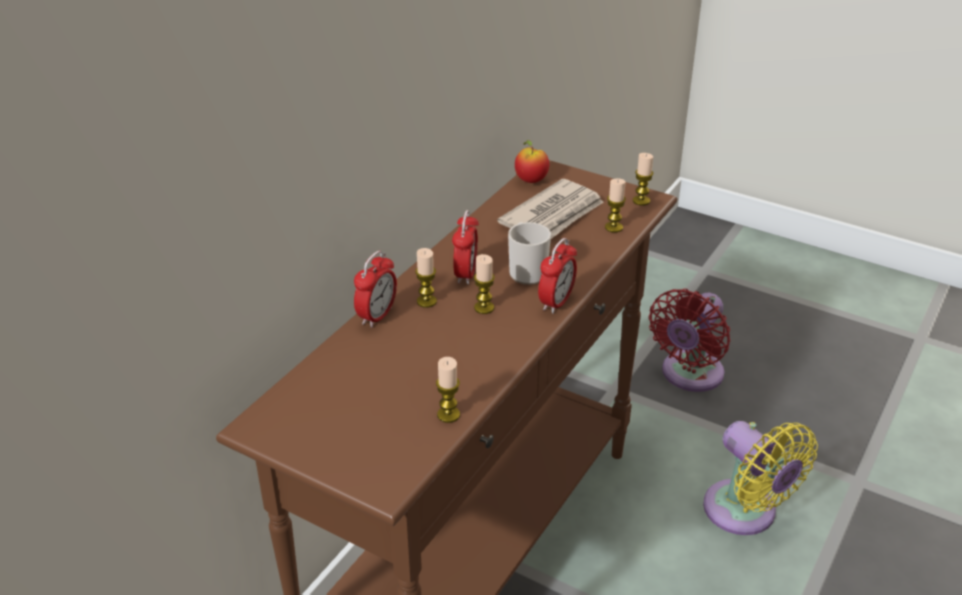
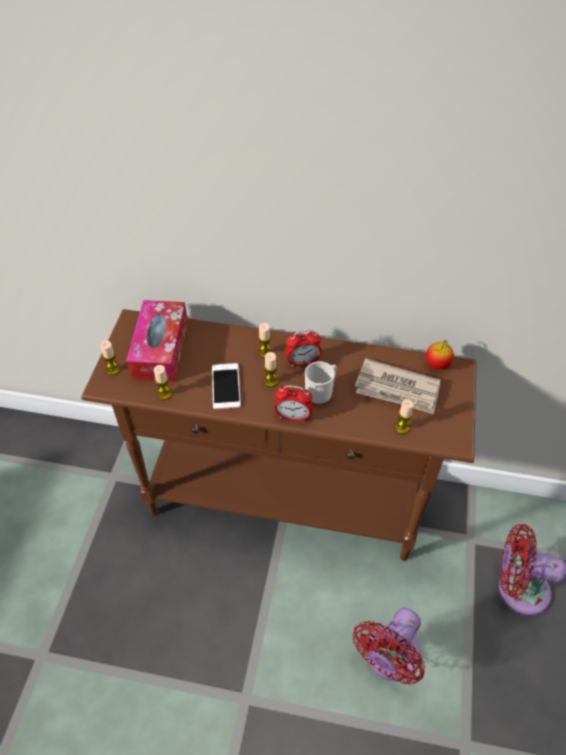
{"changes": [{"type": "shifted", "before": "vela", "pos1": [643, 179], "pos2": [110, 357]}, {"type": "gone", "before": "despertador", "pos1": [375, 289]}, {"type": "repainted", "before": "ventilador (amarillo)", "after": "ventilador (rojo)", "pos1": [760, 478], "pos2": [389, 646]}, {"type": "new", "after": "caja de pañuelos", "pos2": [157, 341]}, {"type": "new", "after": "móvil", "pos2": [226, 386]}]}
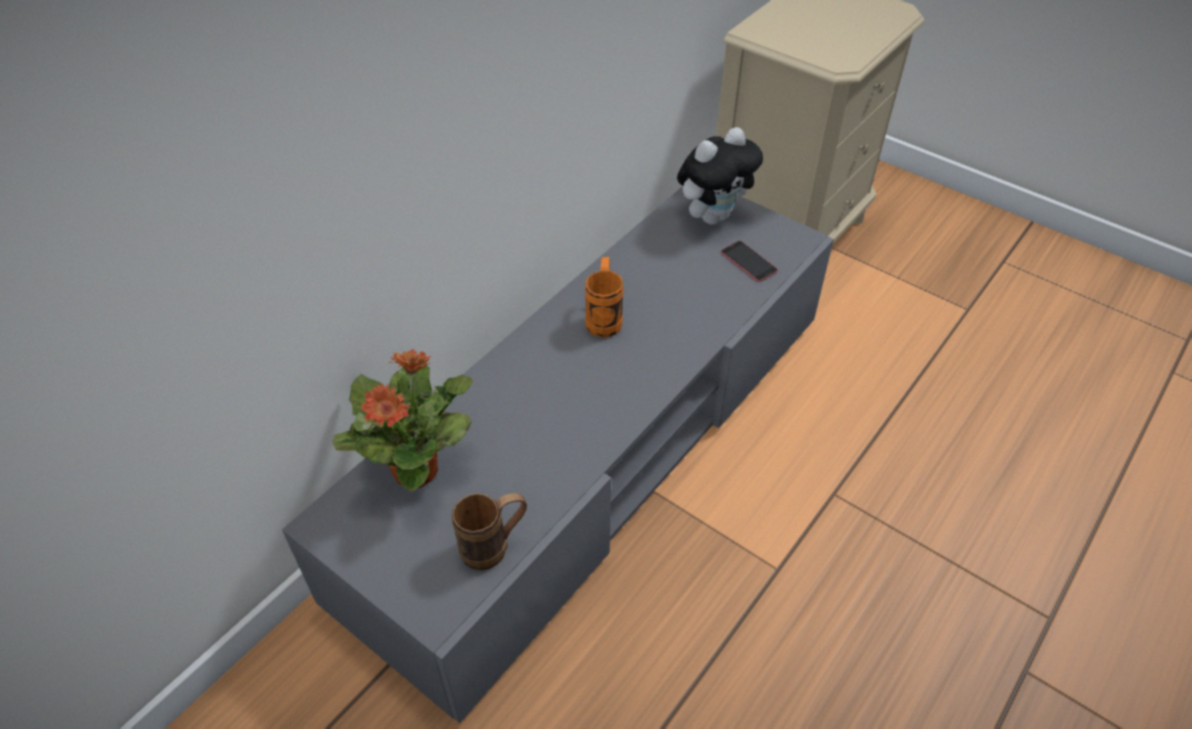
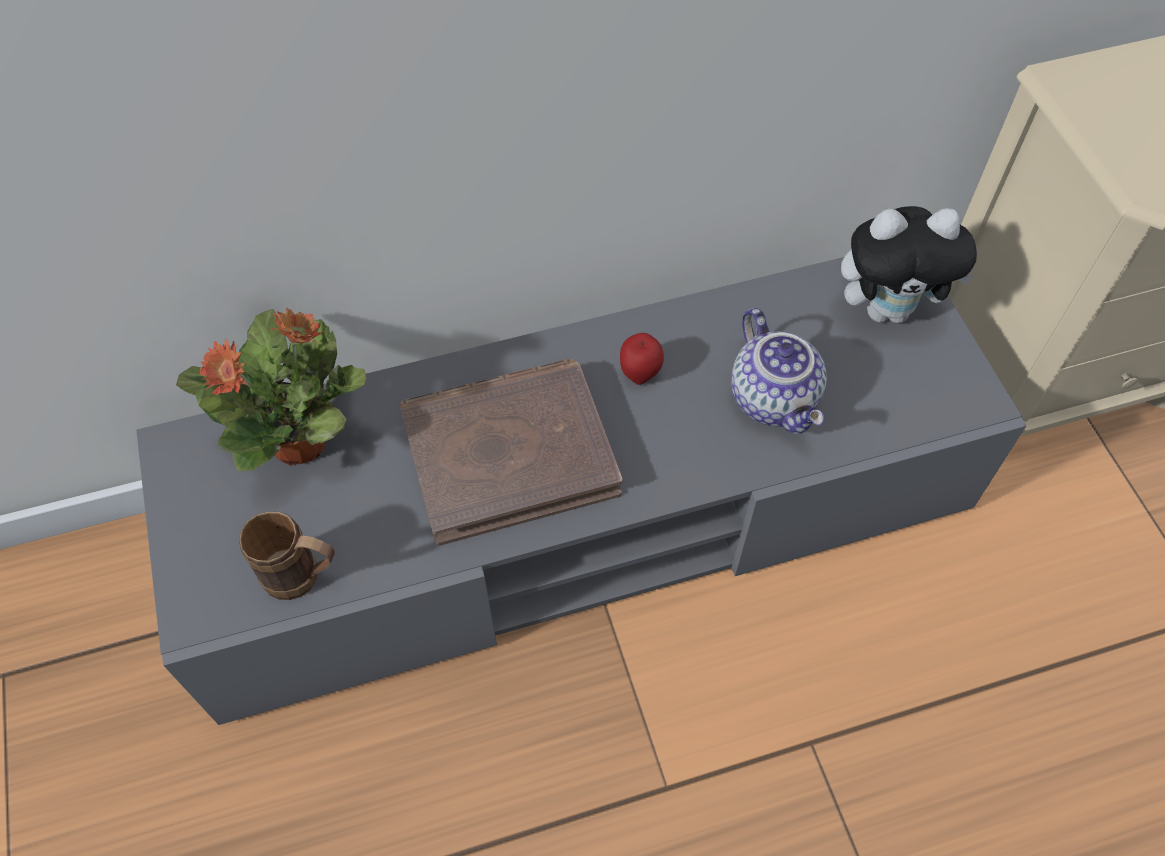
{"changes": [{"type": "gone", "before": "móvil", "pos1": [749, 261]}, {"type": "swapped", "before": "taza grande (naranja)", "after": "manzana", "pos1": [604, 297], "pos2": [642, 359]}, {"type": "new", "after": "tetera", "pos2": [779, 371]}, {"type": "new", "after": "libro (marrón)", "pos2": [511, 452]}]}
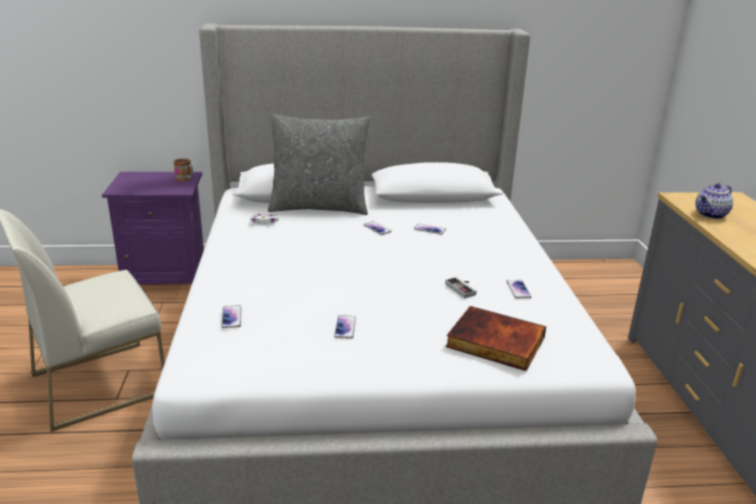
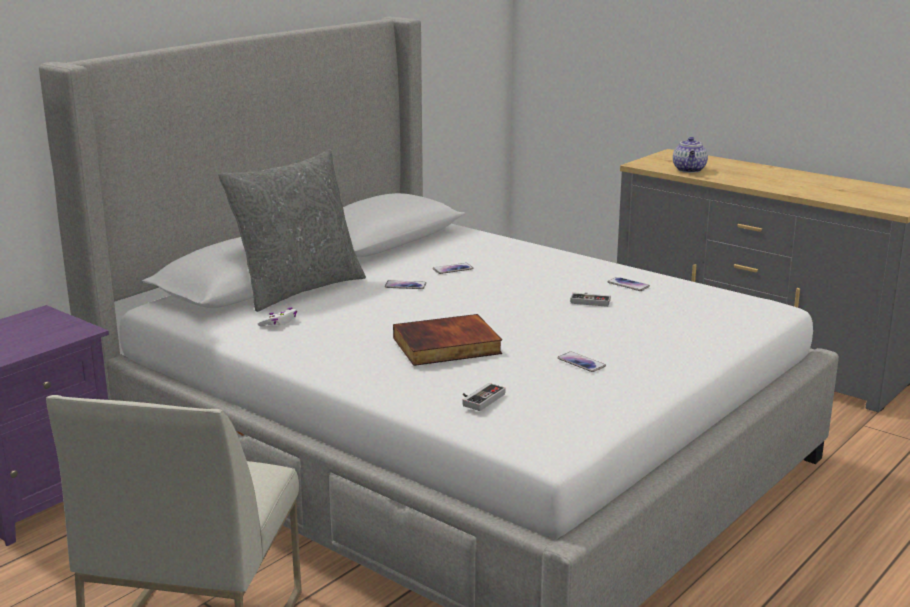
{"changes": [{"type": "gone", "before": "taza grande", "pos1": [183, 169]}, {"type": "swapped", "before": "móvil", "after": "mando de consola", "pos1": [231, 317], "pos2": [483, 397]}, {"type": "shifted", "before": "libro", "pos1": [496, 338], "pos2": [447, 340]}]}
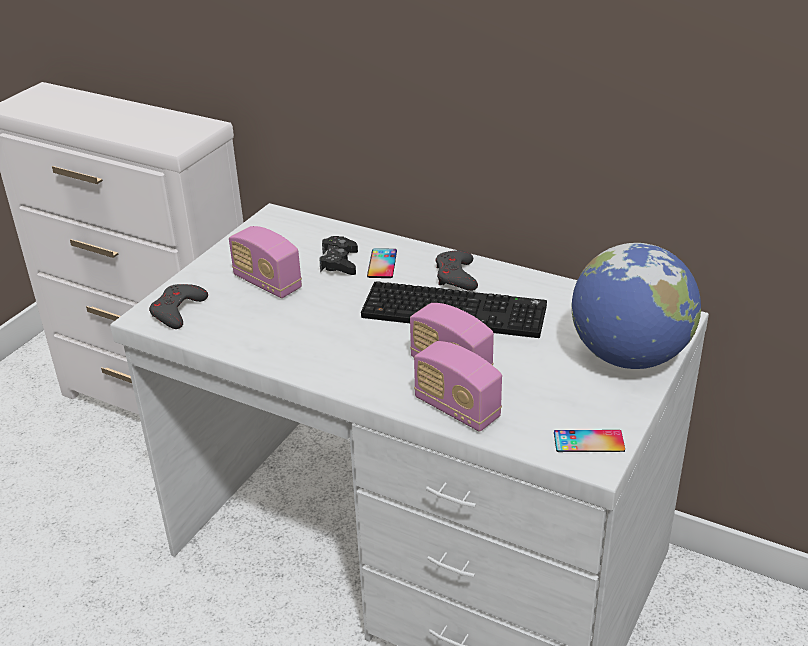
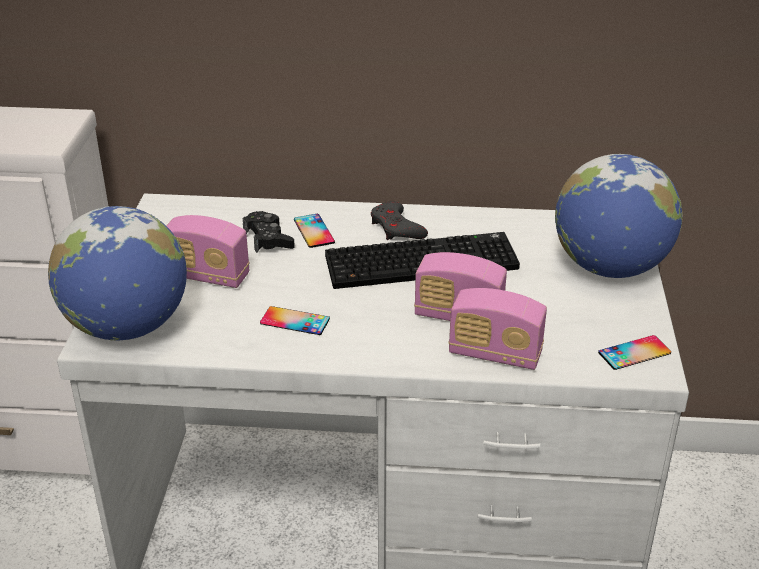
{"changes": [{"type": "swapped", "before": "mando de consola (gris)", "after": "globo terráqueo", "pos1": [178, 306], "pos2": [117, 273]}, {"type": "new", "after": "móvil", "pos2": [295, 320]}]}
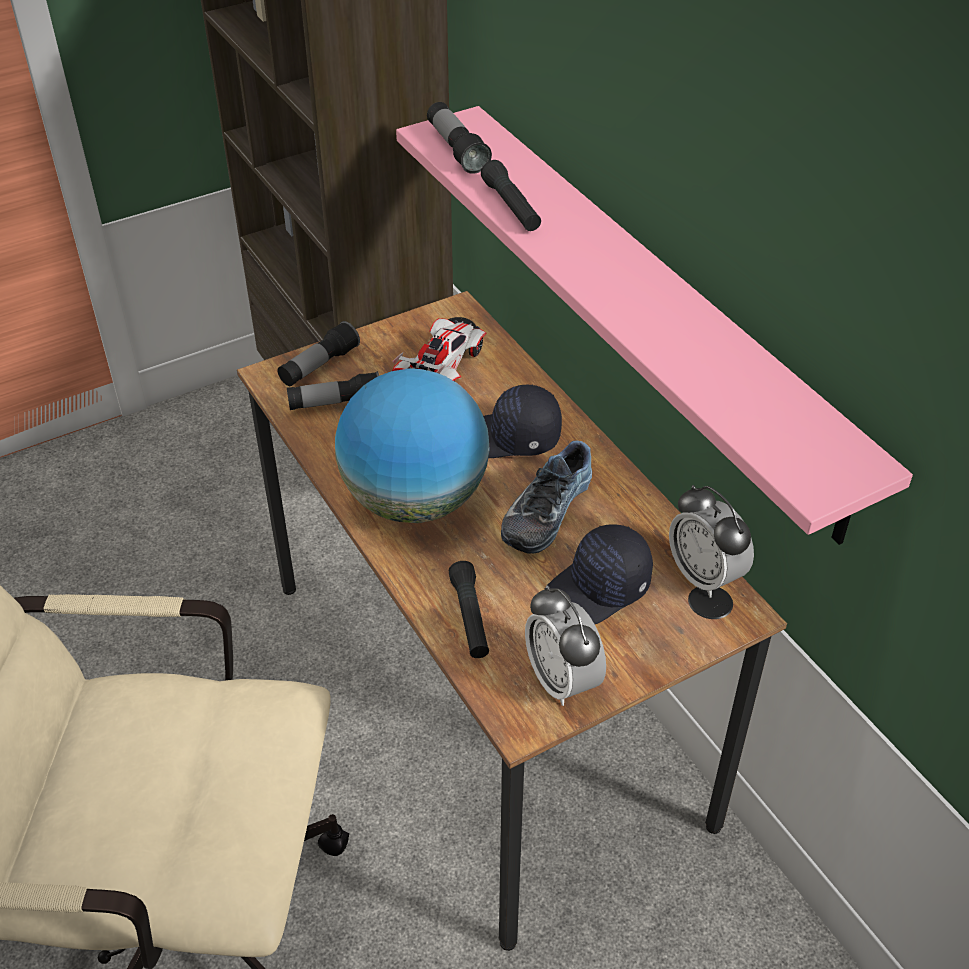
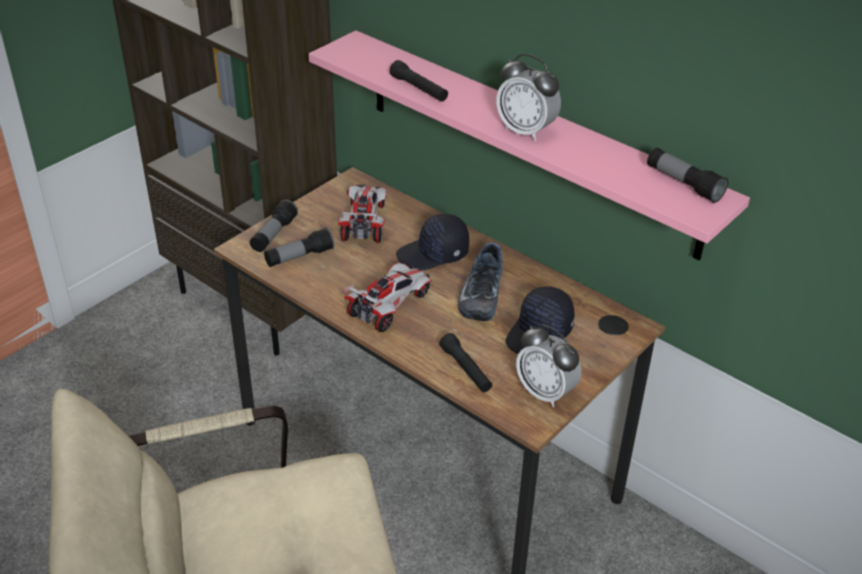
{"changes": [{"type": "shifted", "before": "linterna", "pos1": [459, 138], "pos2": [688, 175]}, {"type": "swapped", "before": "globo terráqueo", "after": "coche de juguete", "pos1": [412, 445], "pos2": [387, 297]}, {"type": "shifted", "before": "despertador", "pos1": [711, 541], "pos2": [528, 97]}]}
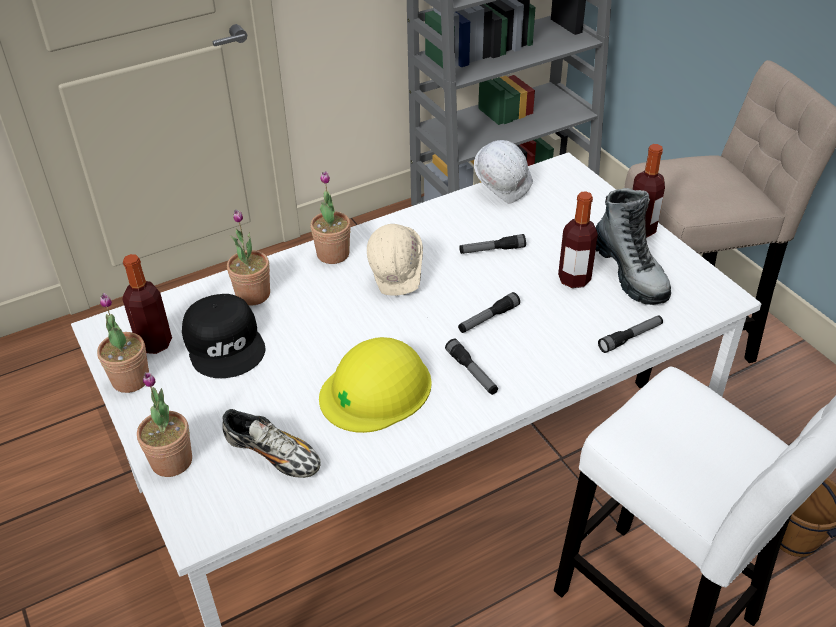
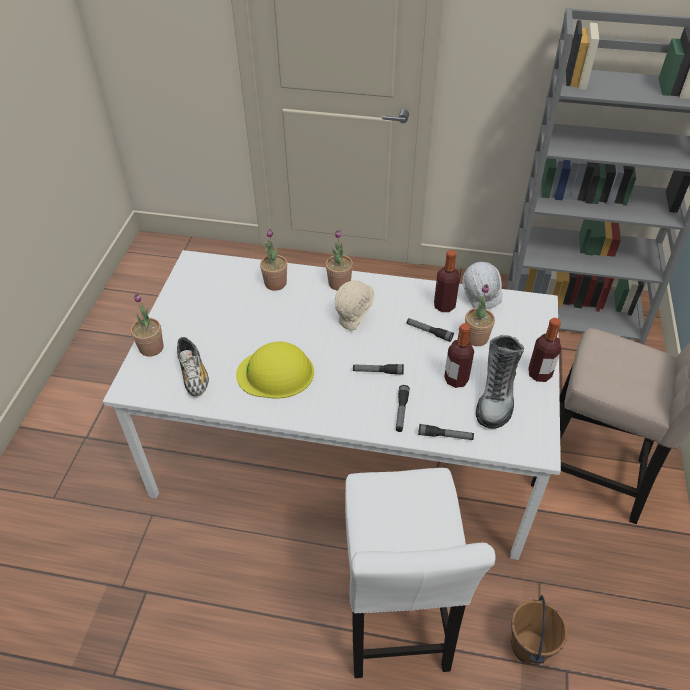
{"changes": [{"type": "shifted", "before": "botella", "pos1": [147, 304], "pos2": [447, 281]}, {"type": "shifted", "before": "planta en maceta", "pos1": [123, 343], "pos2": [480, 315]}, {"type": "gone", "before": "gorra (negro)", "pos1": [223, 336]}, {"type": "shifted", "before": "linterna", "pos1": [471, 367], "pos2": [403, 408]}]}
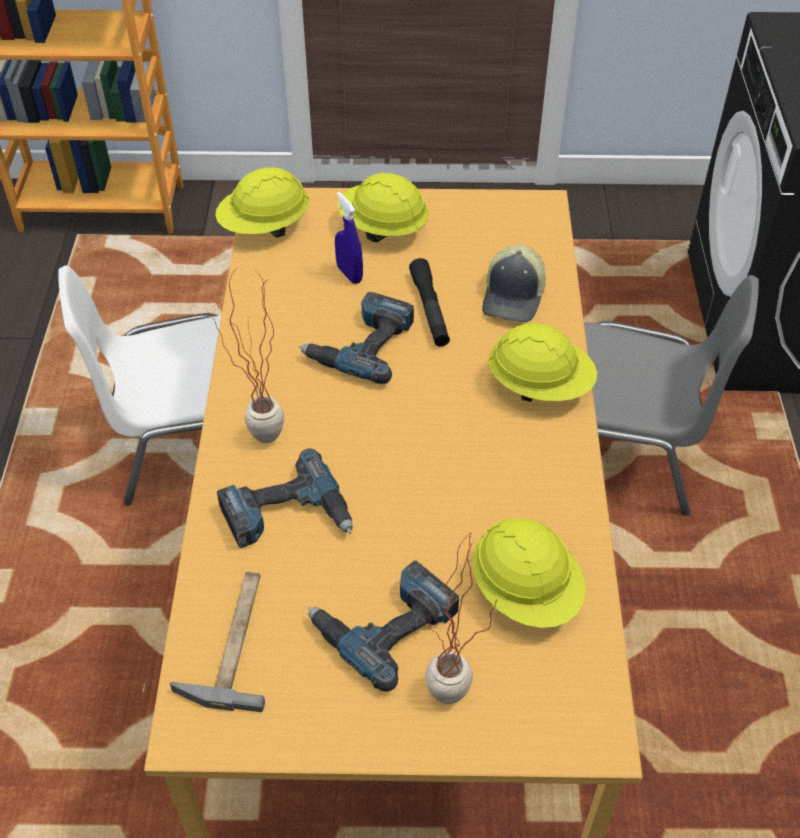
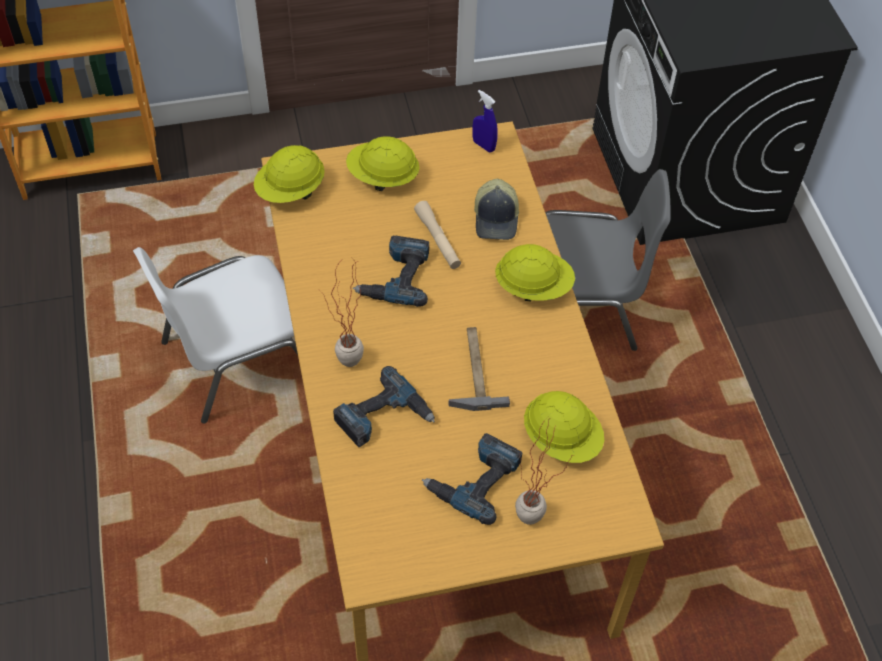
{"changes": [{"type": "shifted", "before": "pulverizador (azul)", "pos1": [349, 238], "pos2": [485, 121]}, {"type": "repainted", "before": "linterna (negro)", "after": "linterna (beis)", "pos1": [429, 302], "pos2": [437, 235]}, {"type": "shifted", "before": "martillo", "pos1": [217, 642], "pos2": [479, 369]}]}
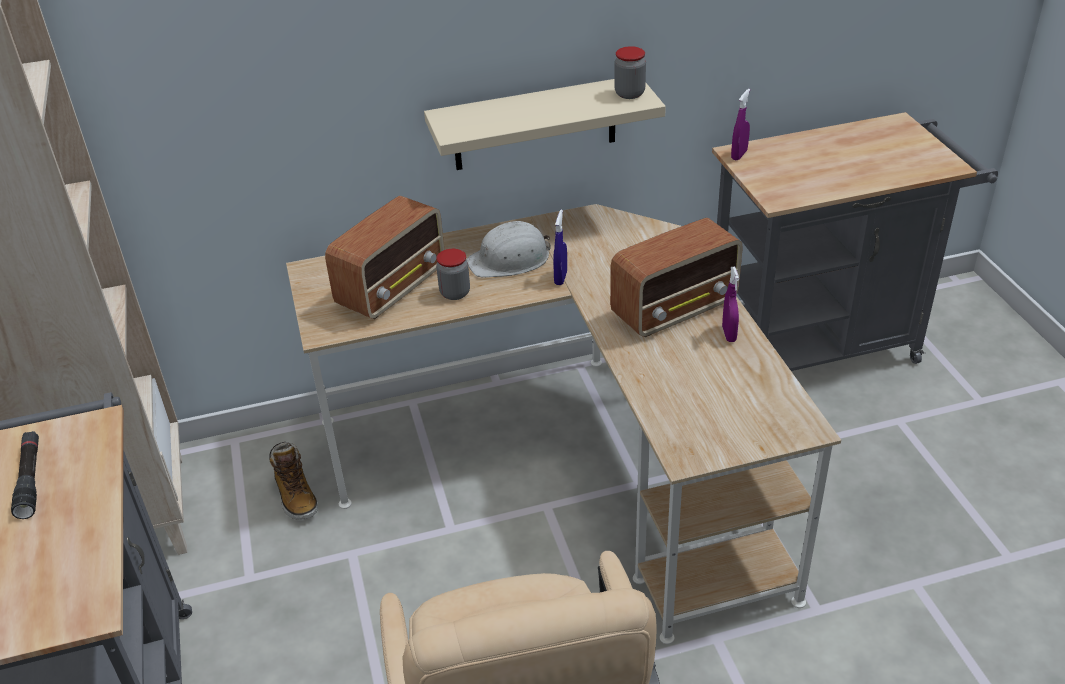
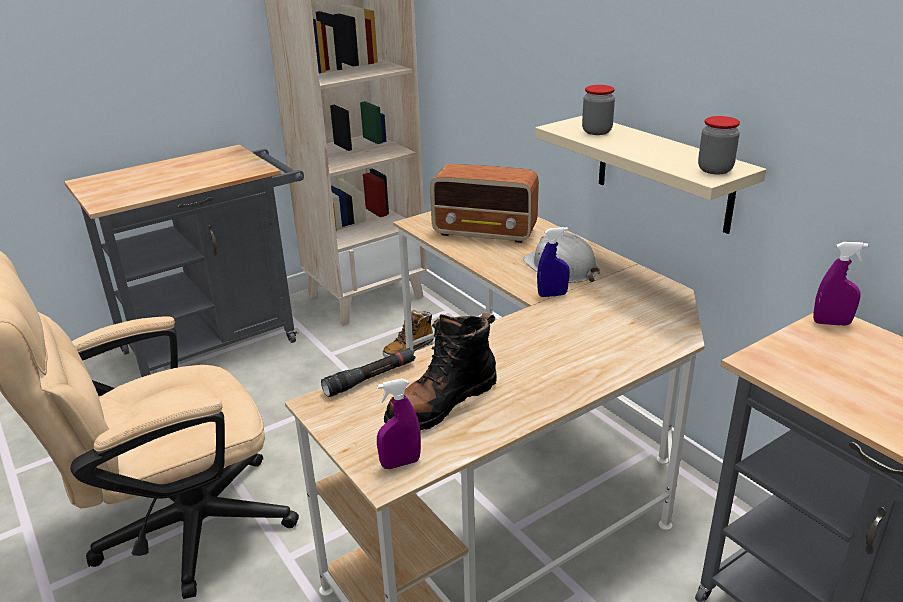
{"changes": [{"type": "gone", "before": "radio", "pos1": [676, 277]}, {"type": "shifted", "before": "tarro", "pos1": [453, 274], "pos2": [598, 110]}, {"type": "shifted", "before": "pulverizador (morado)", "pos1": [730, 304], "pos2": [399, 423]}, {"type": "shifted", "before": "linterna (negro)", "pos1": [25, 475], "pos2": [368, 372]}, {"type": "new", "after": "bota (negro)", "pos2": [440, 372]}]}
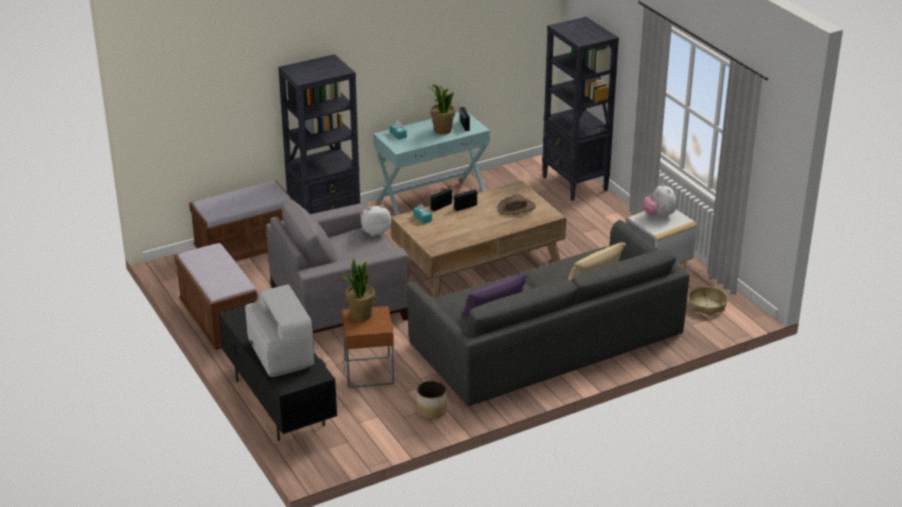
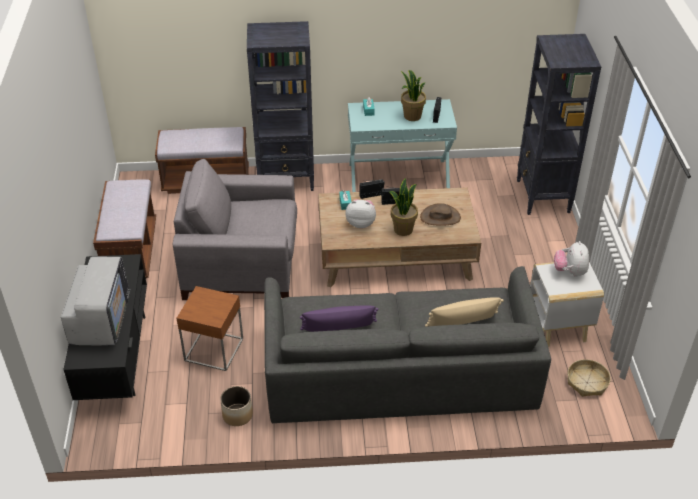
{"changes": [{"type": "shifted", "before": "peluche", "pos1": [375, 220], "pos2": [360, 213]}, {"type": "shifted", "before": "planta en maceta", "pos1": [358, 289], "pos2": [403, 207]}]}
